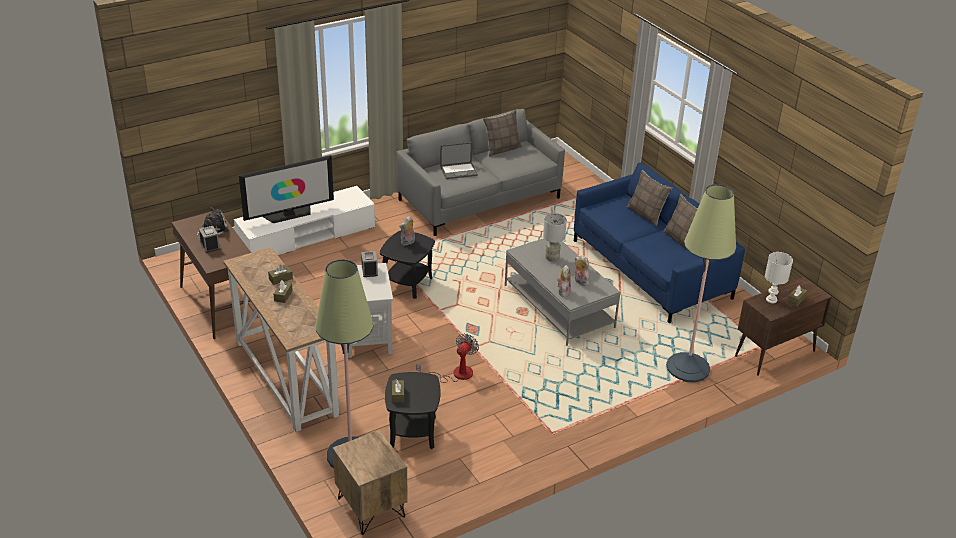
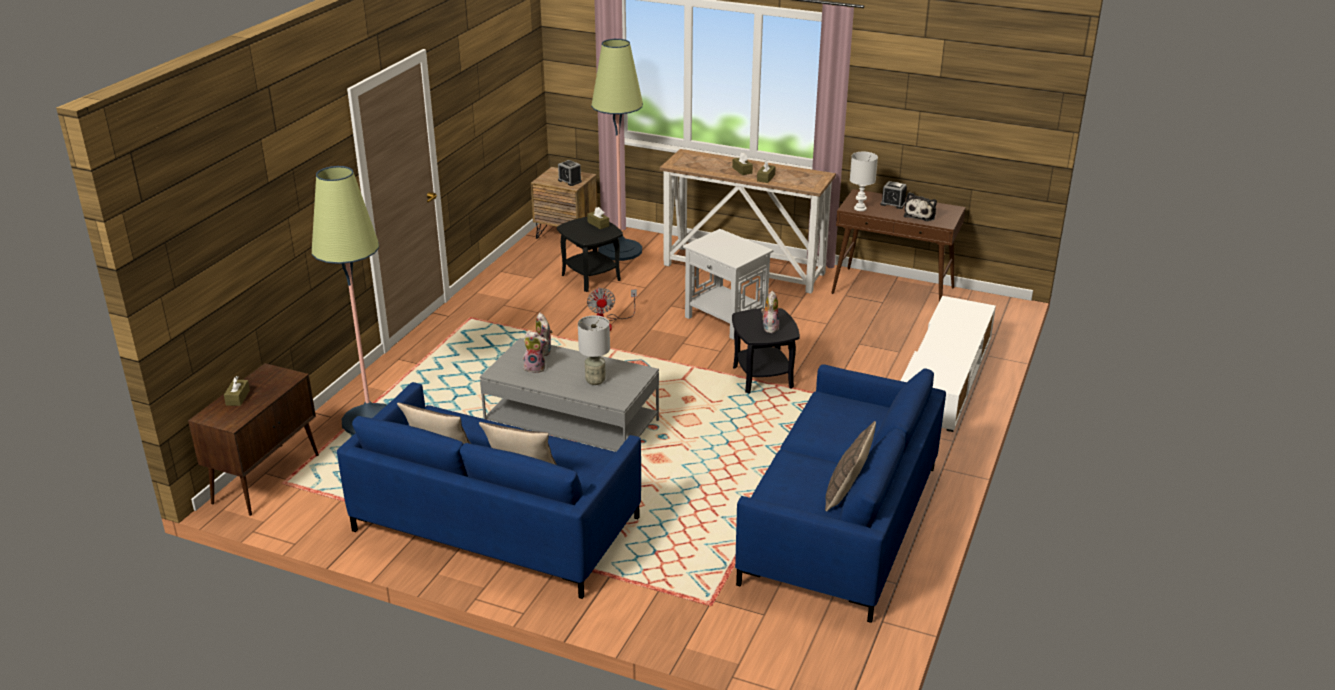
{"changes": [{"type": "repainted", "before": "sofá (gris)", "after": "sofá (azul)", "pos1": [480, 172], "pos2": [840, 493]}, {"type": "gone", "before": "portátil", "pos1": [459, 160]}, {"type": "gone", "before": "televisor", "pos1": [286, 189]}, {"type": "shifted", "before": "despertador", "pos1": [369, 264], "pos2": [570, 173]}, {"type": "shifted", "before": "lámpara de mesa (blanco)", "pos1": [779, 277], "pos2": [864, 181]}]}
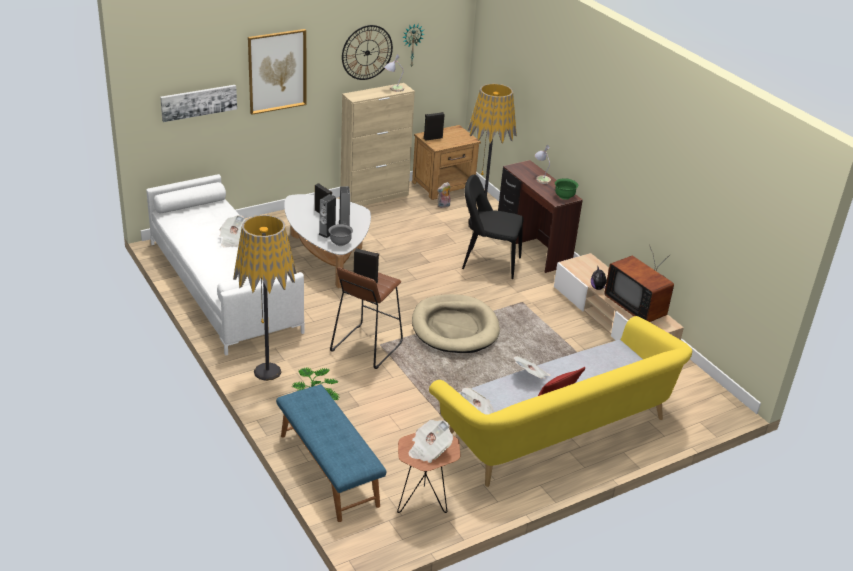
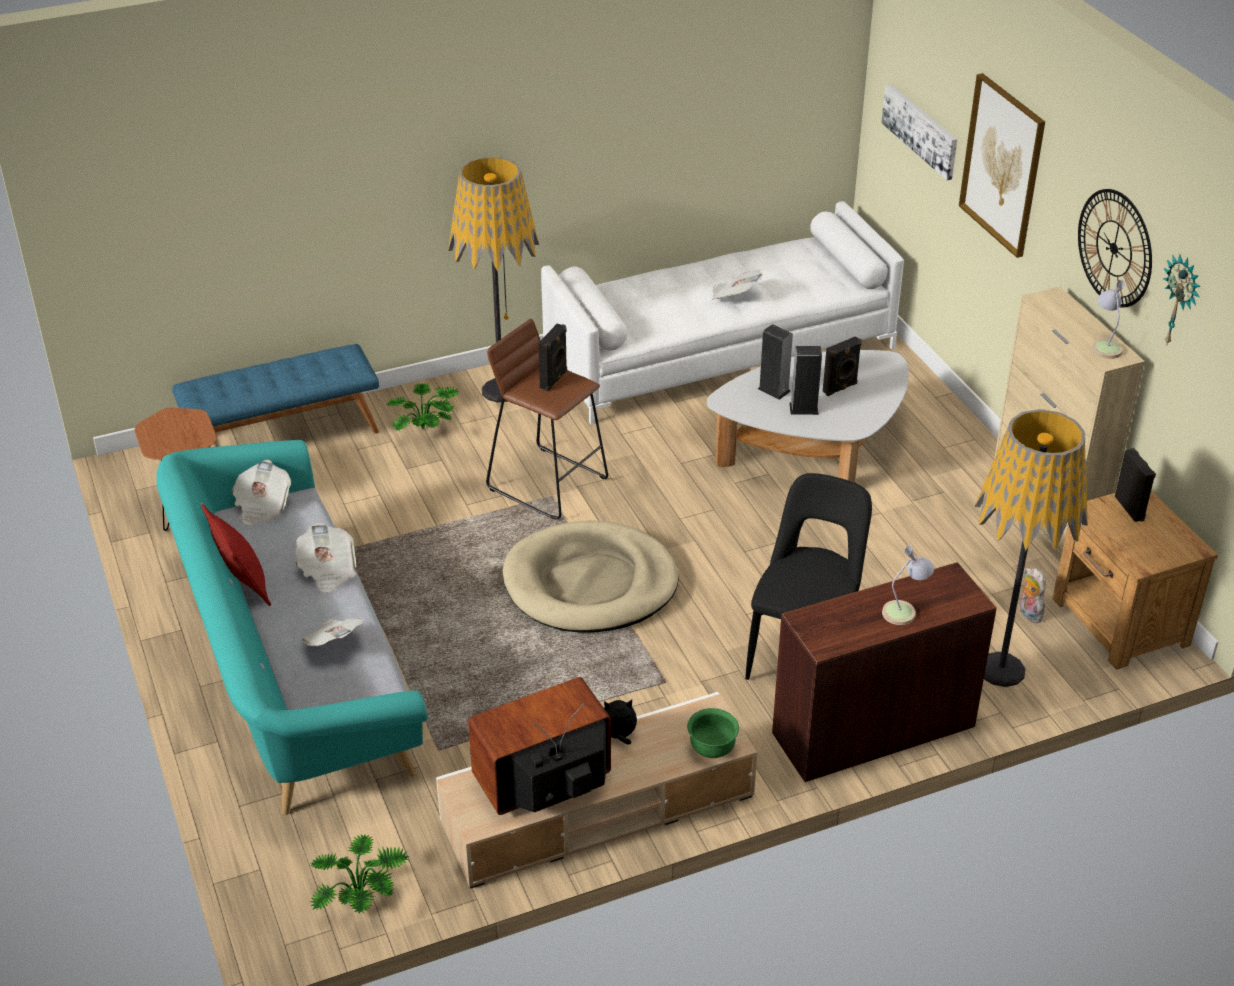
{"changes": [{"type": "shifted", "before": "cuenco (verde)", "pos1": [566, 189], "pos2": [713, 733]}, {"type": "gone", "before": "cuenco (gris)", "pos1": [340, 235]}, {"type": "repainted", "before": "sofá (amarillo)", "after": "sofá (turquesa)", "pos1": [560, 401], "pos2": [291, 627]}, {"type": "shifted", "before": "periódico", "pos1": [430, 441], "pos2": [332, 632]}, {"type": "new", "after": "planta en maceta", "pos2": [359, 874]}]}
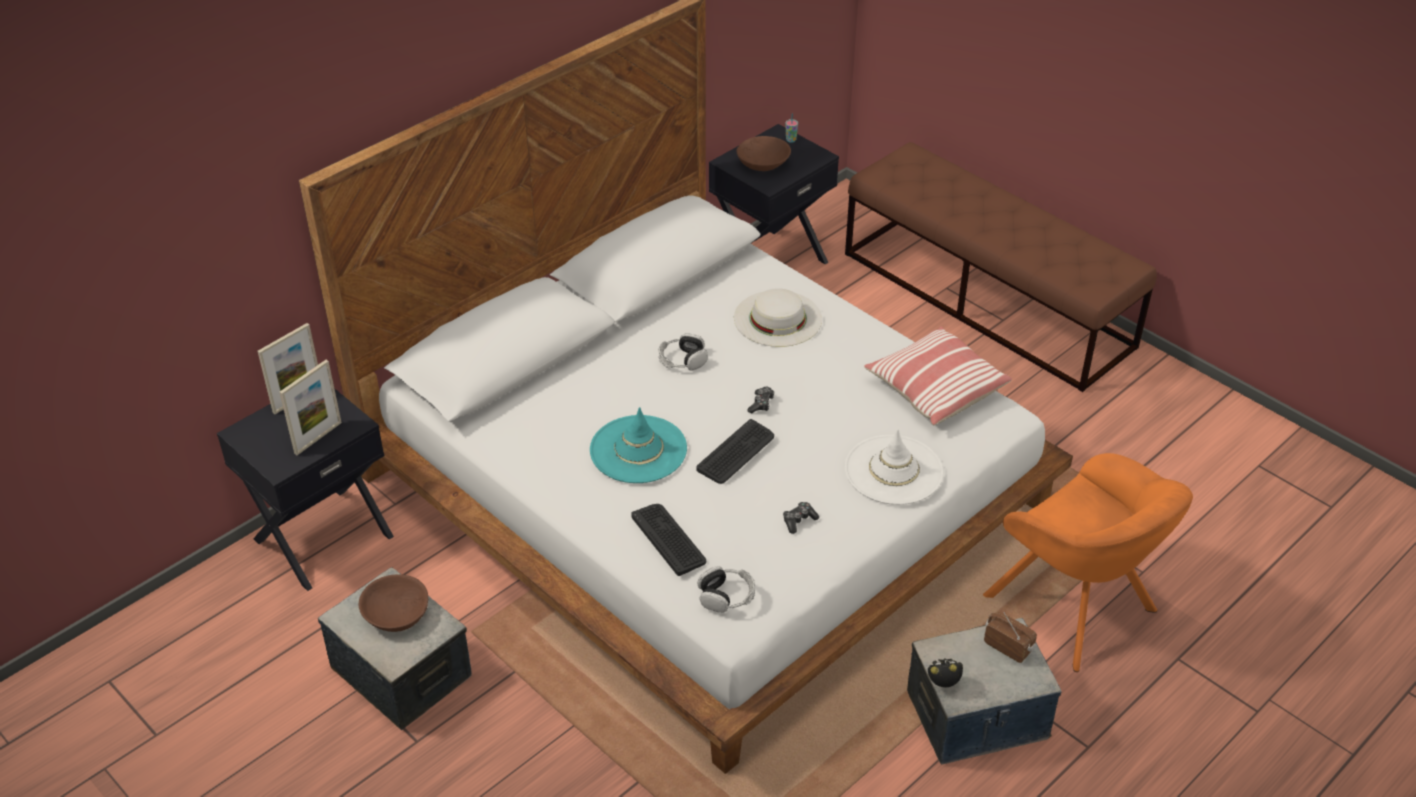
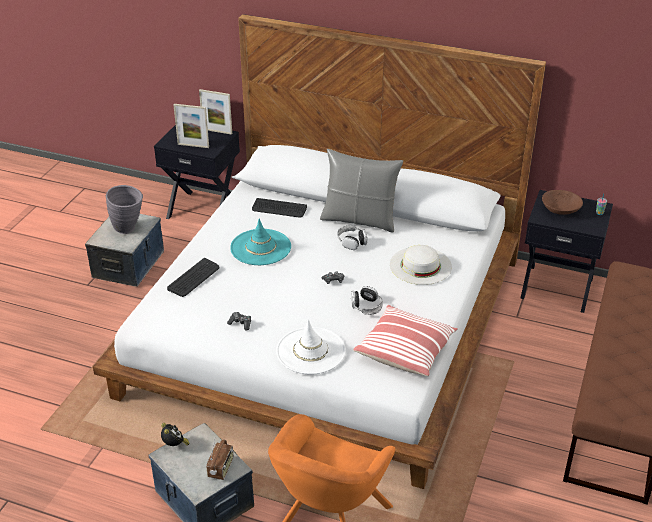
{"changes": [{"type": "shifted", "before": "teclado", "pos1": [735, 451], "pos2": [279, 208]}, {"type": "shifted", "before": "auriculares", "pos1": [726, 589], "pos2": [367, 300]}, {"type": "swapped", "before": "cuenco (marrón)", "after": "florero (gris)", "pos1": [393, 603], "pos2": [124, 209]}, {"type": "new", "after": "cojín (gris)", "pos2": [361, 191]}]}
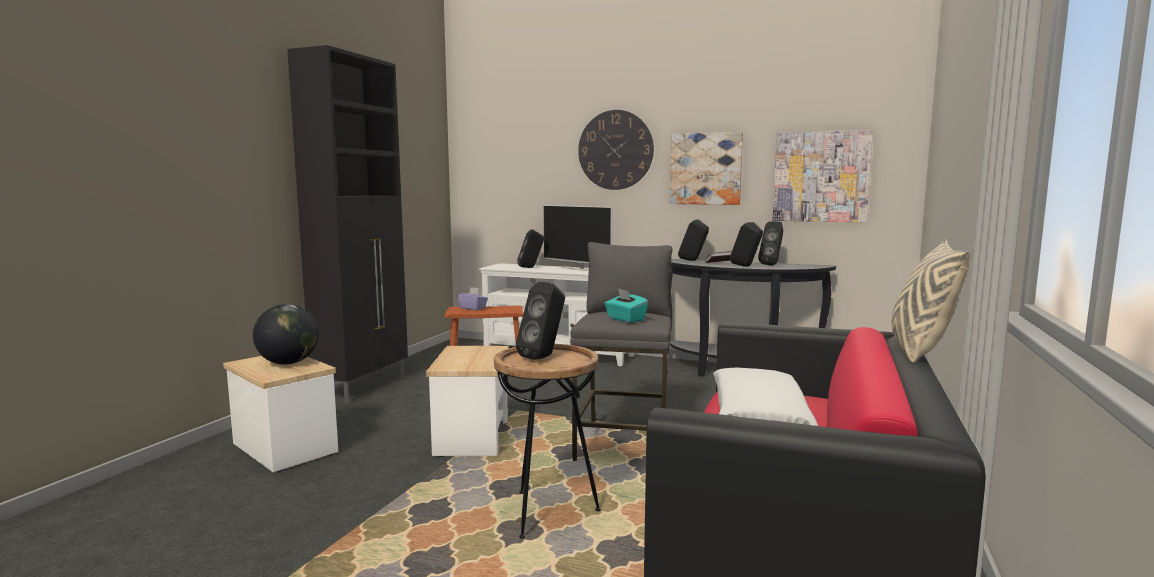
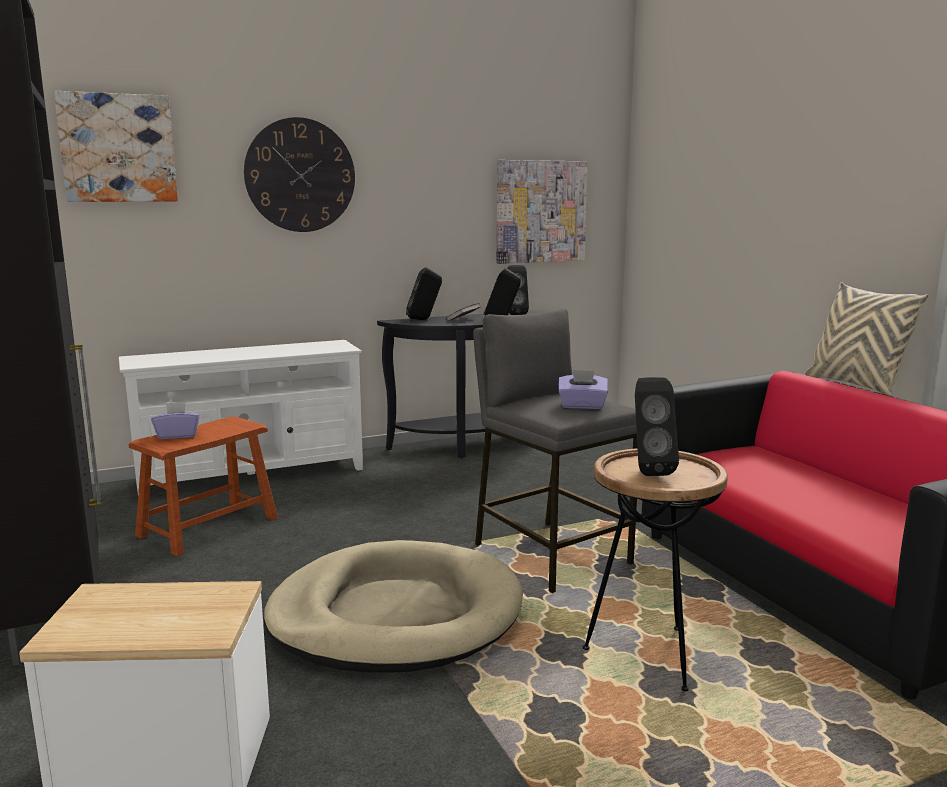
{"changes": [{"type": "shifted", "before": "cuadro", "pos1": [706, 168], "pos2": [116, 146]}, {"type": "gone", "before": "televisor", "pos1": [577, 238]}, {"type": "gone", "before": "altavoz (negro)", "pos1": [530, 248]}, {"type": "repainted", "before": "caja de pañuelos (turquesa)", "after": "caja de pañuelos (morado)", "pos1": [626, 306], "pos2": [583, 389]}, {"type": "gone", "before": "globo terráqueo", "pos1": [286, 334]}, {"type": "swapped", "before": "mesa auxiliar", "after": "cama para perro (beis)", "pos1": [467, 401], "pos2": [393, 606]}, {"type": "gone", "before": "cojín (blanco)", "pos1": [765, 397]}]}
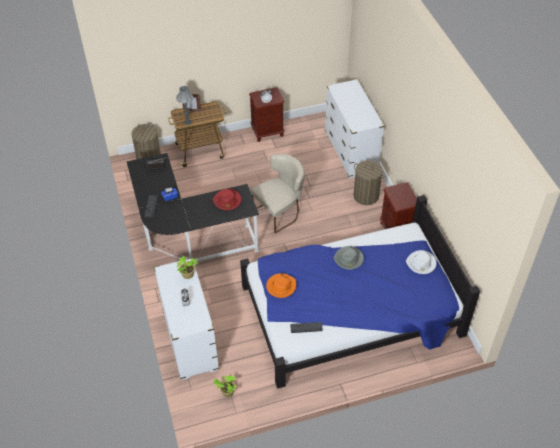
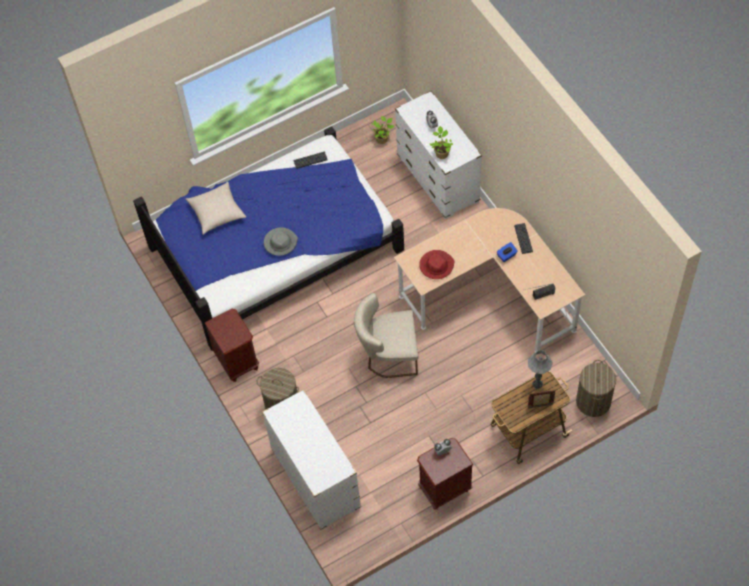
{"changes": [{"type": "repainted", "before": "escritorio (negro)", "after": "escritorio (beis)", "pos1": [193, 207], "pos2": [489, 280]}, {"type": "rotated", "before": "silla (beis)", "pos1": [277, 193], "pos2": [386, 335], "turn": 45}, {"type": "gone", "before": "sombrero (blanco)", "pos1": [421, 262]}, {"type": "gone", "before": "sombrero (naranja)", "pos1": [281, 285]}, {"type": "new", "after": "cojín (beis)", "pos2": [216, 208]}]}
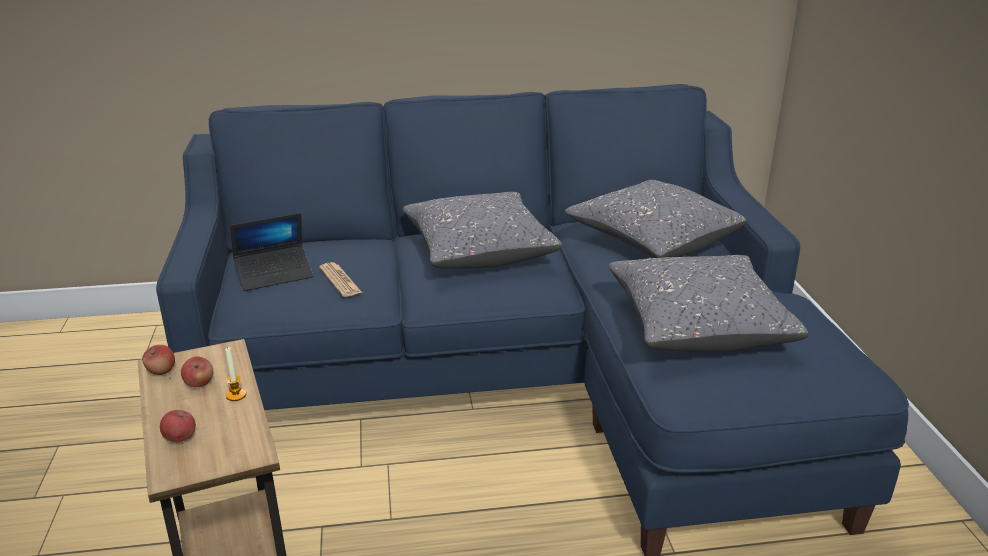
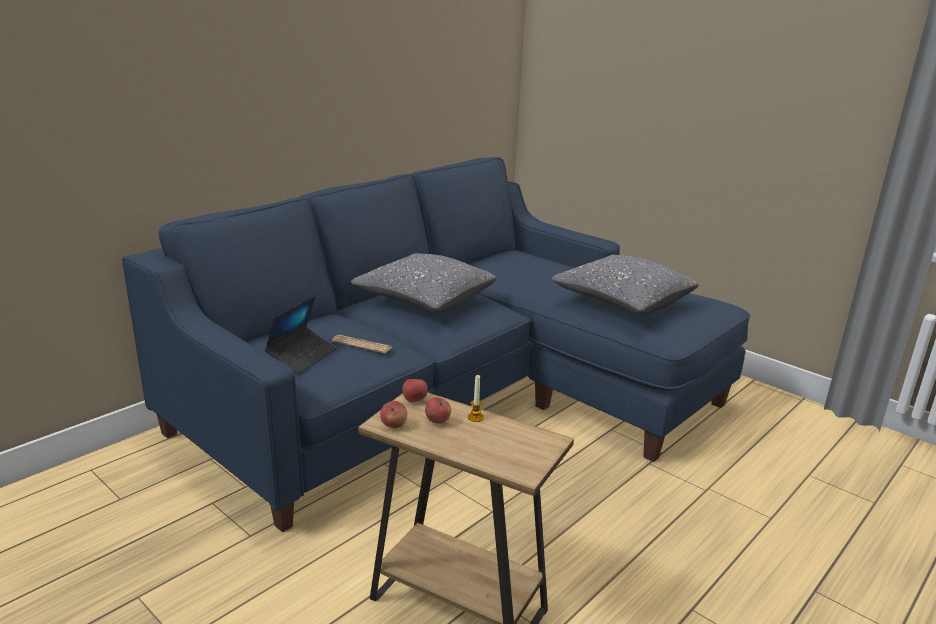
{"changes": [{"type": "gone", "before": "cojín (gris)", "pos1": [656, 219]}, {"type": "shifted", "before": "manzana", "pos1": [178, 426], "pos2": [415, 391]}]}
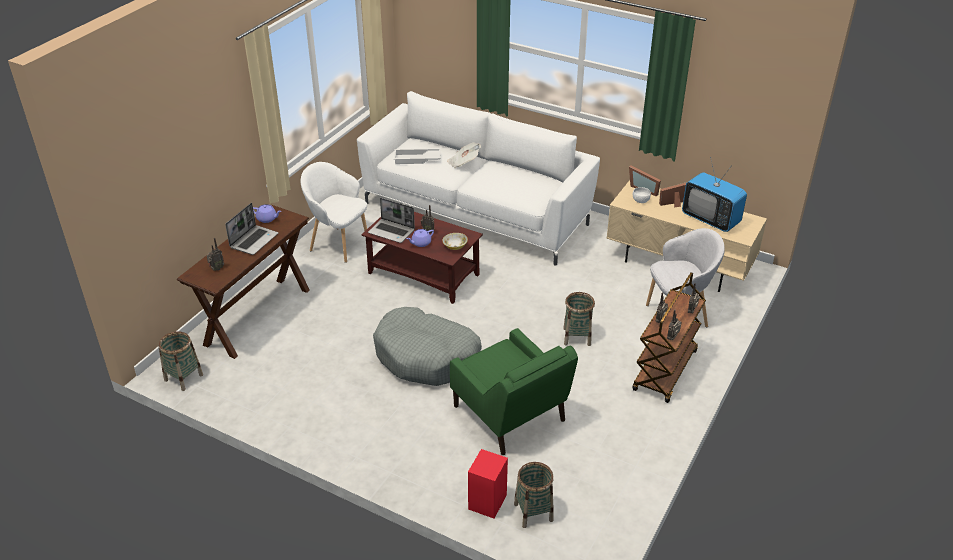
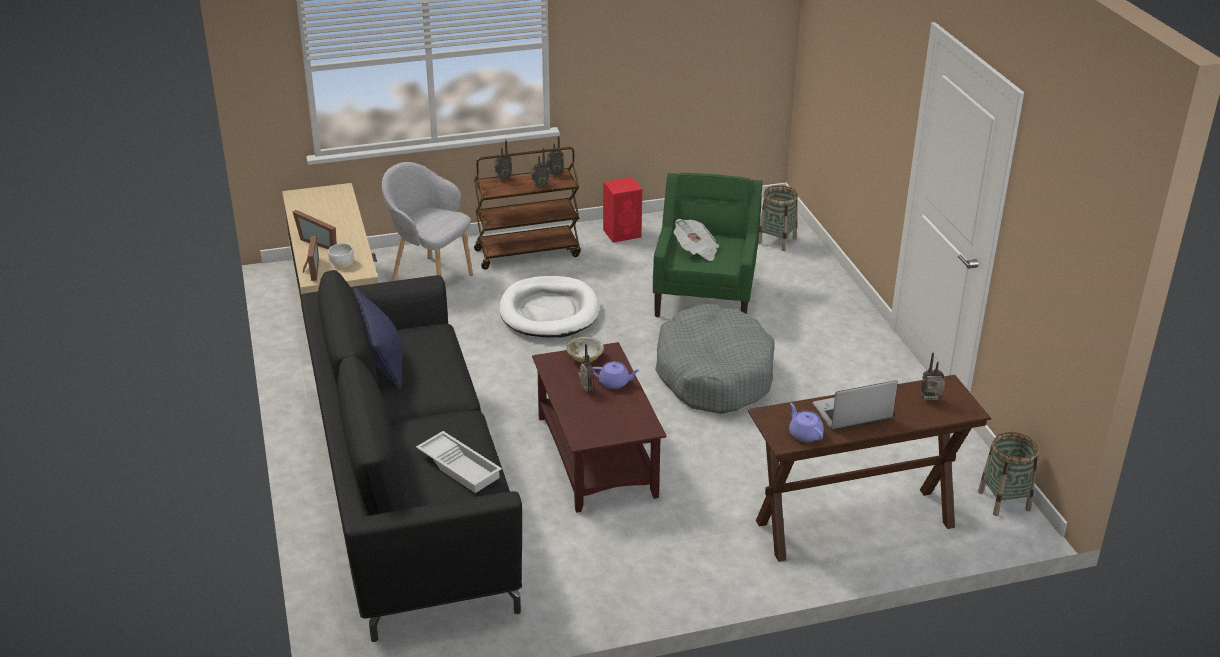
{"changes": [{"type": "repainted", "before": "sofá (blanco)", "after": "sofá (negro)", "pos1": [478, 178], "pos2": [411, 456]}, {"type": "shifted", "before": "periódico", "pos1": [464, 155], "pos2": [696, 240]}, {"type": "gone", "before": "televisor", "pos1": [714, 194]}, {"type": "gone", "before": "sillón (blanco)", "pos1": [334, 212]}, {"type": "gone", "before": "portátil", "pos1": [391, 220]}, {"type": "swapped", "before": "cesta", "after": "cama para perro (blanco)", "pos1": [579, 319], "pos2": [549, 307]}, {"type": "shifted", "before": "altavoz (rojo)", "pos1": [488, 484], "pos2": [622, 210]}, {"type": "new", "after": "cojín (azul)", "pos2": [378, 339]}]}
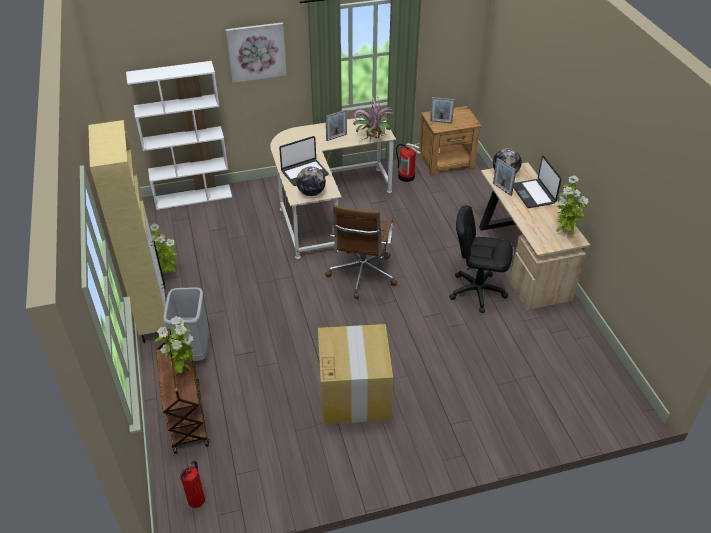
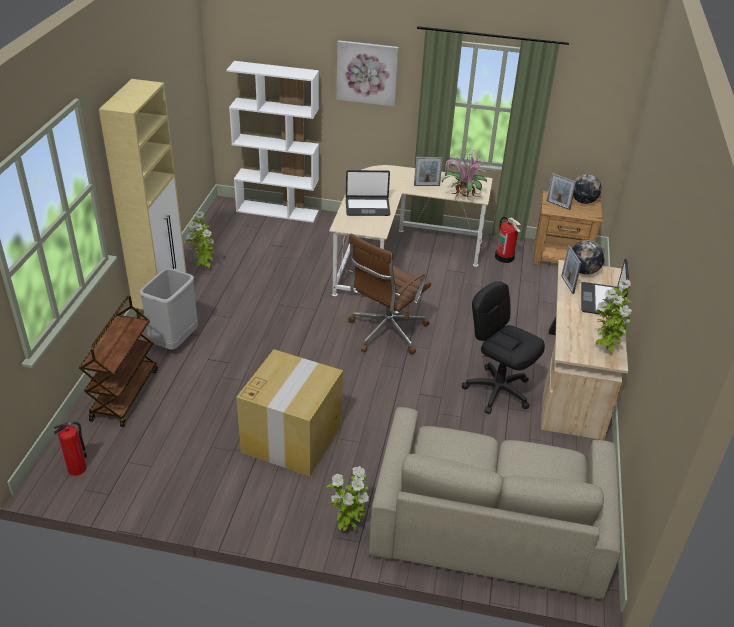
{"changes": [{"type": "shifted", "before": "globo terráqueo", "pos1": [311, 181], "pos2": [587, 189]}, {"type": "shifted", "before": "planta en maceta", "pos1": [174, 344], "pos2": [347, 499]}, {"type": "new", "after": "sofá (beis)", "pos2": [495, 503]}]}
